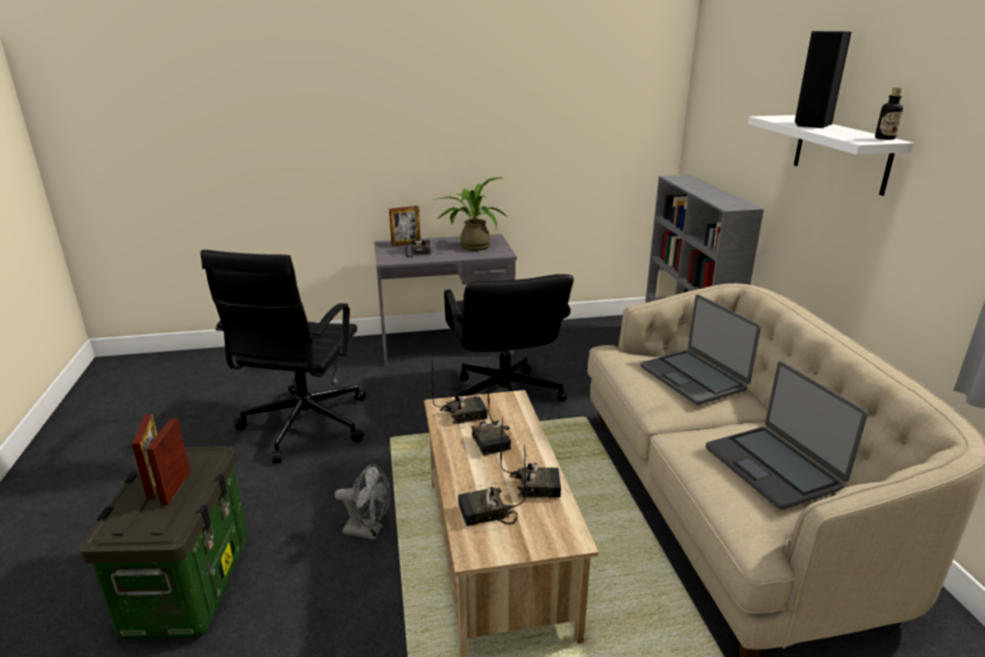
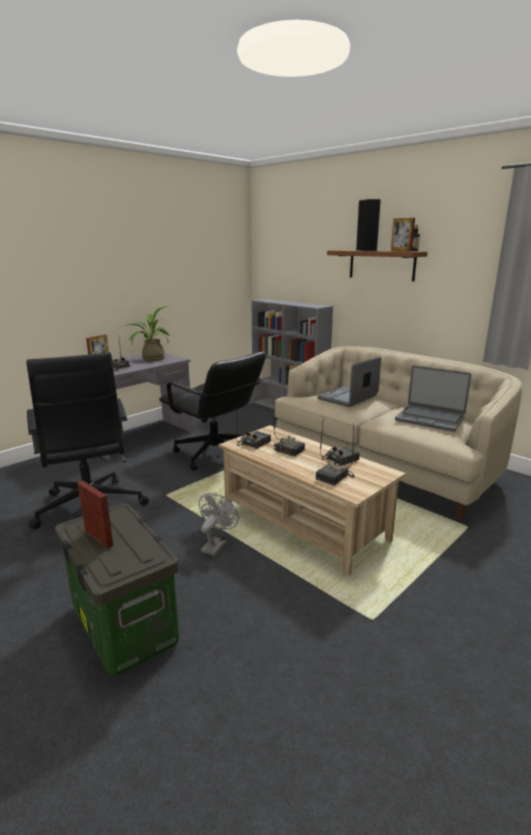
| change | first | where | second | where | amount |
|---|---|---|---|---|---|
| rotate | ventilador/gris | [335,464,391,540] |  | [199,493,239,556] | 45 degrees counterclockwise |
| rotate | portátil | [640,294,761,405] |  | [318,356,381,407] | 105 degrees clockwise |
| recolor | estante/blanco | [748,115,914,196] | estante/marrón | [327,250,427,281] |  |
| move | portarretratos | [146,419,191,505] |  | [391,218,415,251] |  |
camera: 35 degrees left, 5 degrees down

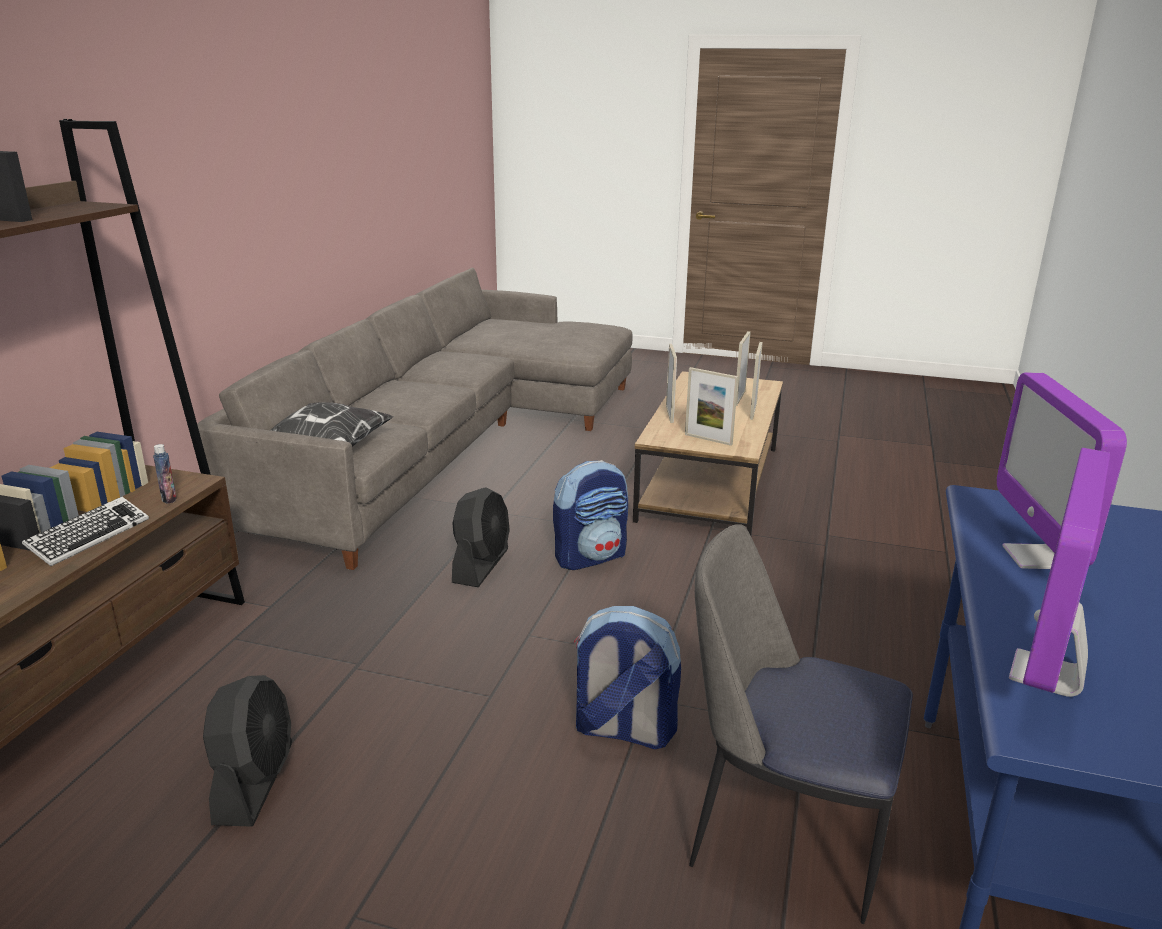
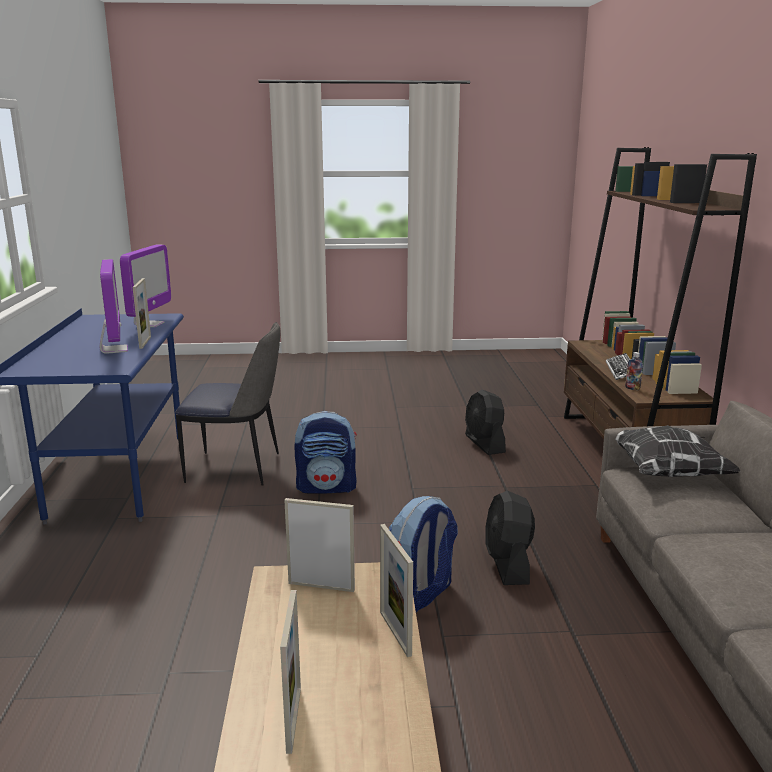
| change | first | where | second | where | amount |
|---|---|---|---|---|---|
| move | portarretratos | [750,342,763,420] |  | [133,278,151,349] |  |
camera: 160 degrees right, 5 degrees down

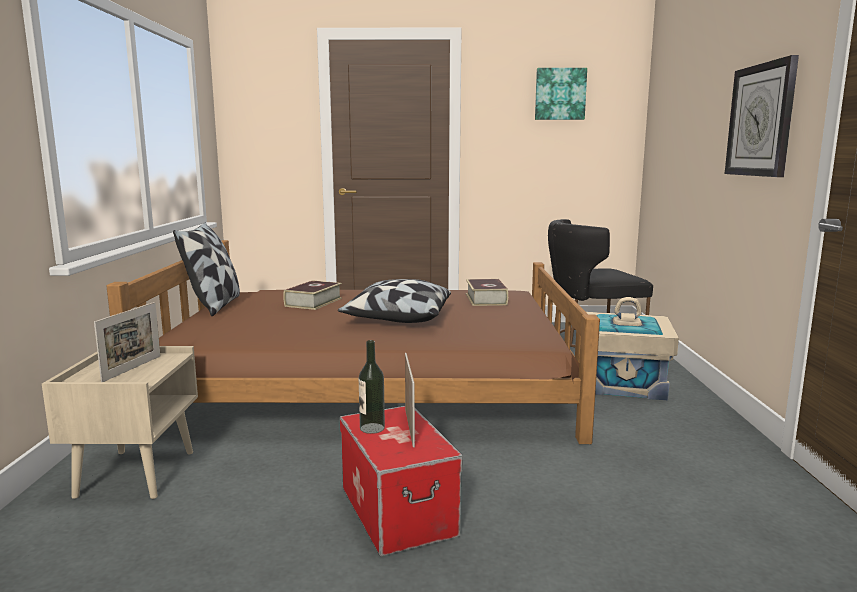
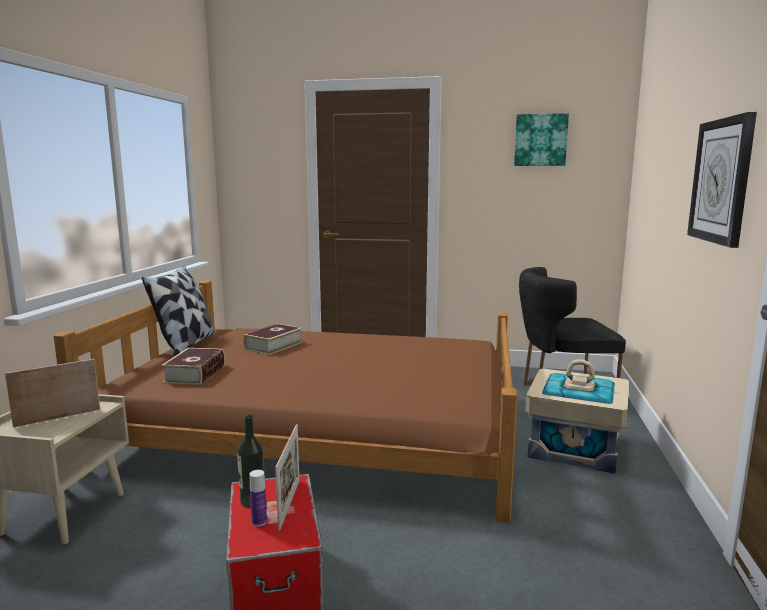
| change | first | where | second | where | amount |
|---|---|---|---|---|---|
| rotate | portarretratos | [94,302,161,382] |  | [5,359,100,428] | 150 degrees counterclockwise |
| move | libro | [466,279,508,306] |  | [161,348,225,385] |  |
| insert |  |  | botella | [249,470,267,527] |  |
| delete | cojín | [338,279,451,323] |  |  |  |
camera: 10 degrees right, 0 degrees up

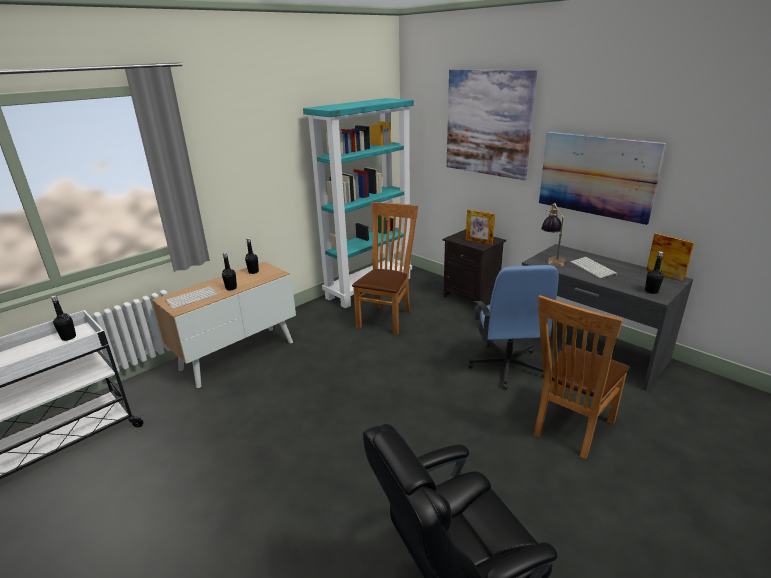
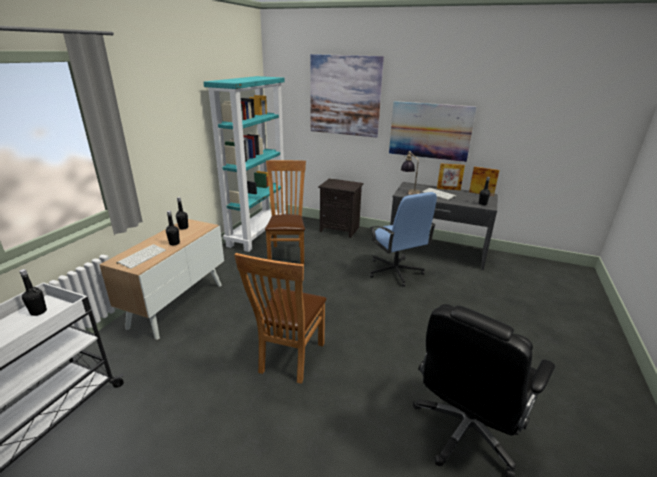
| change | first | where | second | where | amount |
|---|---|---|---|---|---|
| move | silla/marrón | [533,295,630,459] |  | [234,253,326,384] |  |
| move | portarretratos | [466,210,495,245] |  | [437,163,465,190] |  |
camera: 25 degrees left, 0 degrees up

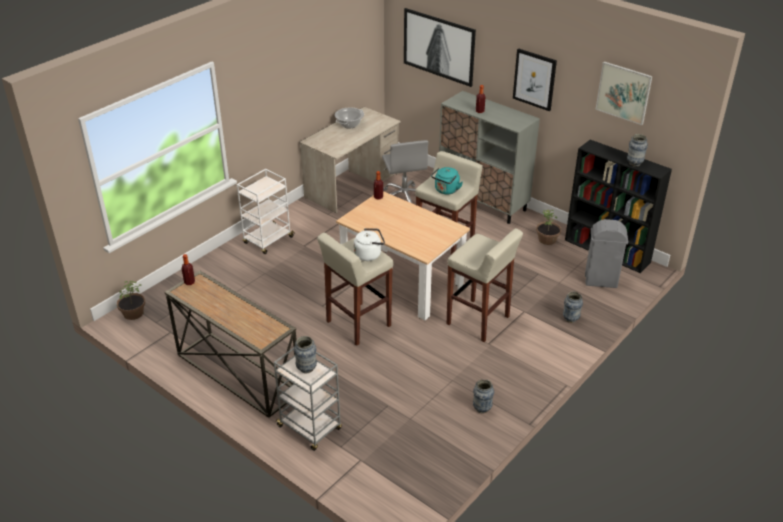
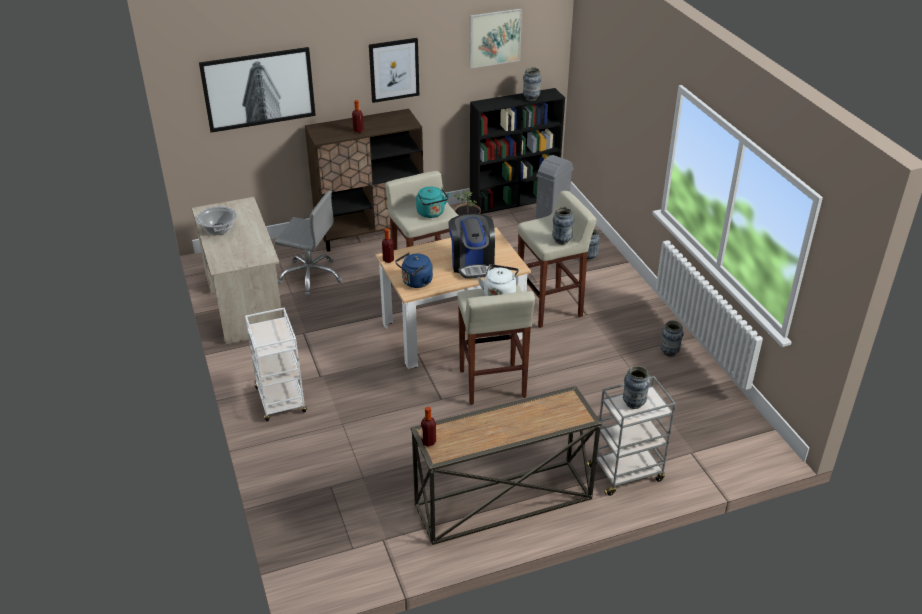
| change | first | where | second | where | amount |
|---|---|---|---|---|---|
| recolor | armario/gris | [439,91,540,224] | armario/marrón | [305,109,423,252] |  |
| insert |  |  | hervidor/azul | [395,252,433,288] |  |
| insert |  |  | cafetera | [448,214,495,279] |  |
| insert |  |  | florero | [552,207,574,245] |  |
| delete | planta en maceta | [117,281,145,320] |  |  |  |
camera: 60 degrees left, 0 degrees up

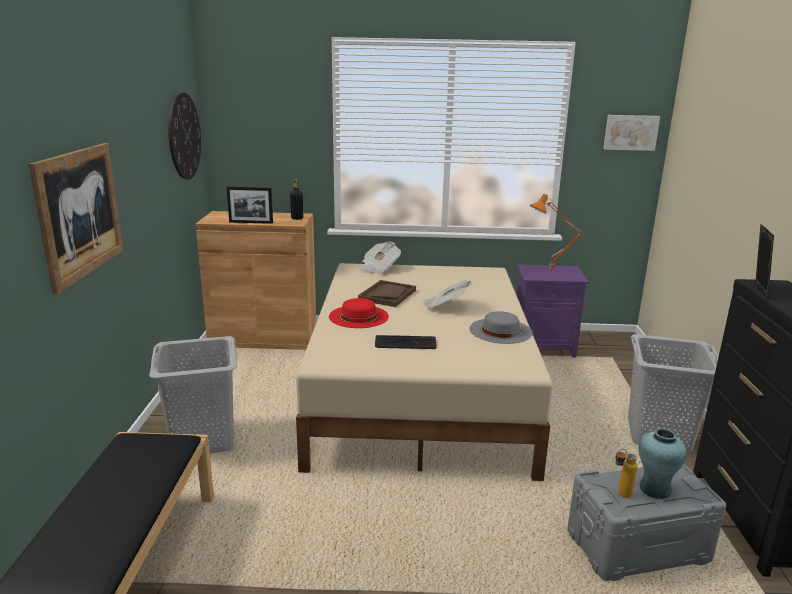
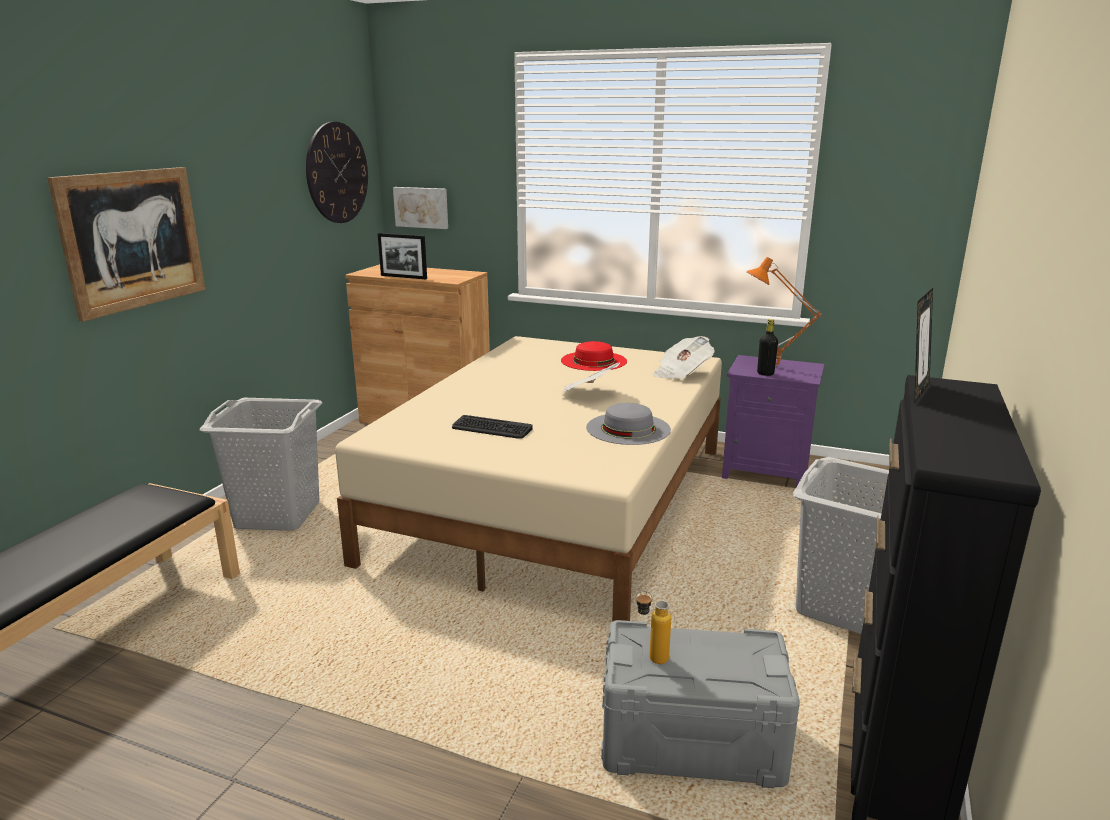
| change | first | where | second | where | amount |
|---|---|---|---|---|---|
| move | cuadro | [603,115,660,151] |  | [393,187,448,229] |  |
| move | sombrero/rojo | [329,298,389,328] |  | [561,341,627,371] |  |
| move | periódico | [360,241,401,273] |  | [653,336,715,379] |  |
| move | botella/negro | [290,179,303,220] |  | [757,319,778,376] |  |
| delete | bandeja/marrón | [358,280,416,307] |  |  |  |
| delete | florero/turquesa | [638,428,687,499] |  |  |  |
camera: 20 degrees right, 0 degrees up

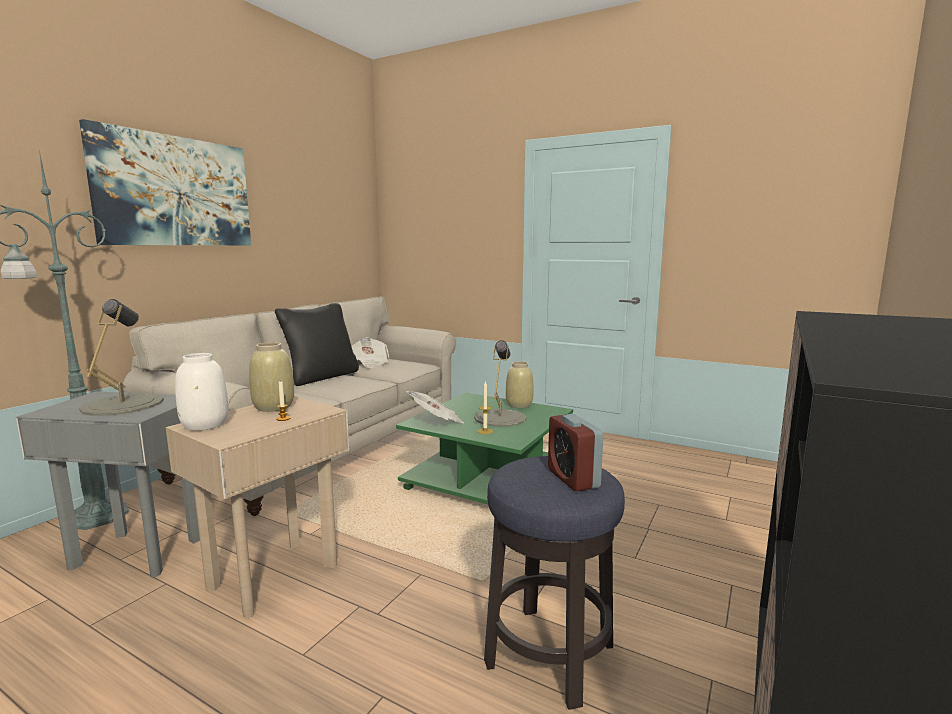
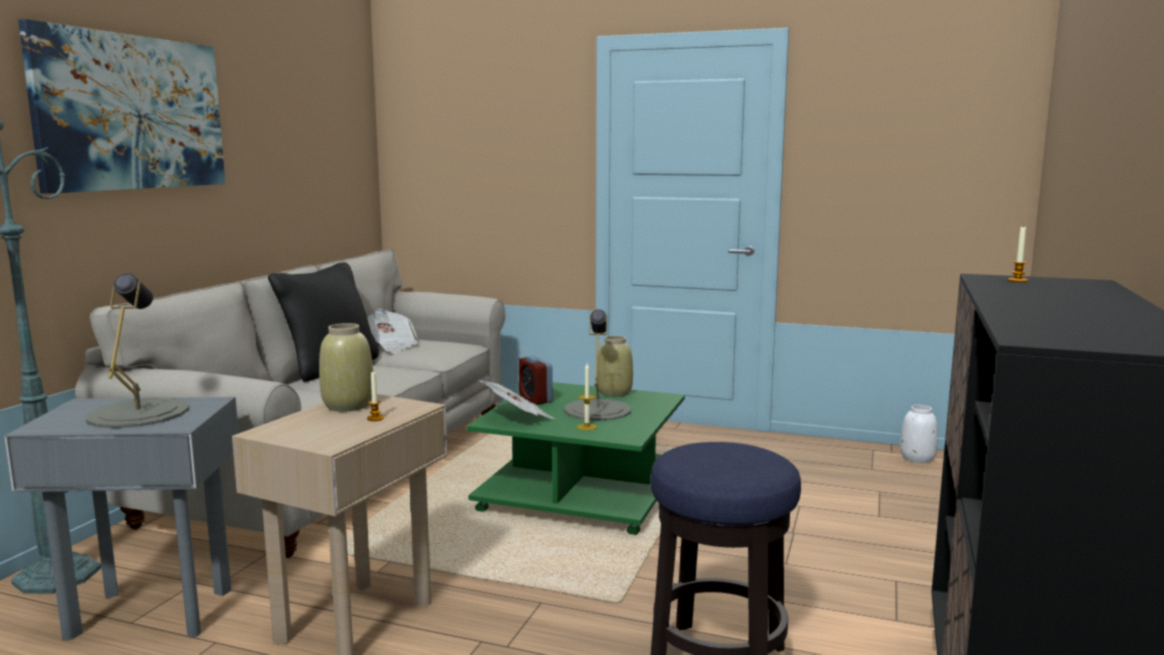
| change | first | where | second | where | amount |
|---|---|---|---|---|---|
| move | despertador | [548,414,603,491] |  | [519,356,553,405] |  |
| move | florero/blanco | [175,353,228,431] |  | [900,405,938,463] |  |
| insert |  |  | vela | [1008,225,1028,282] |  |
camera: 10 degrees left, 0 degrees up

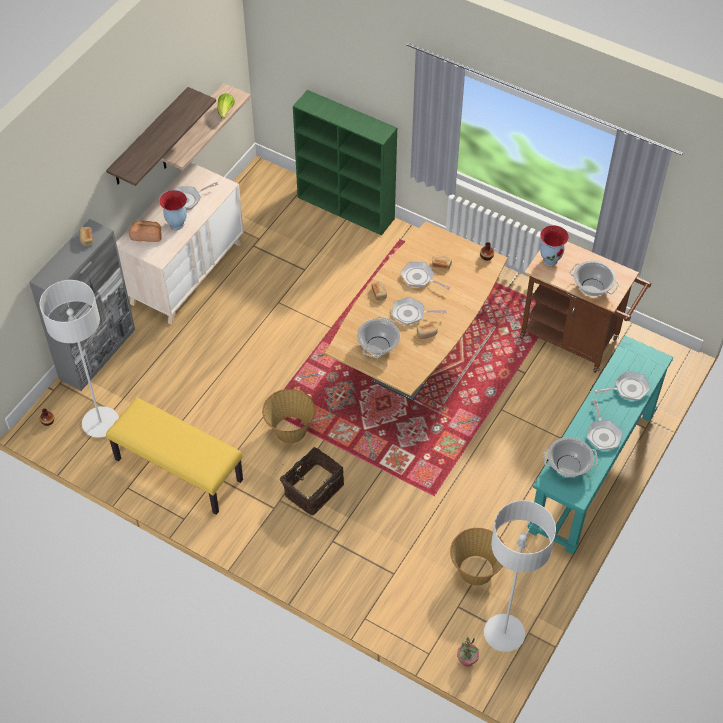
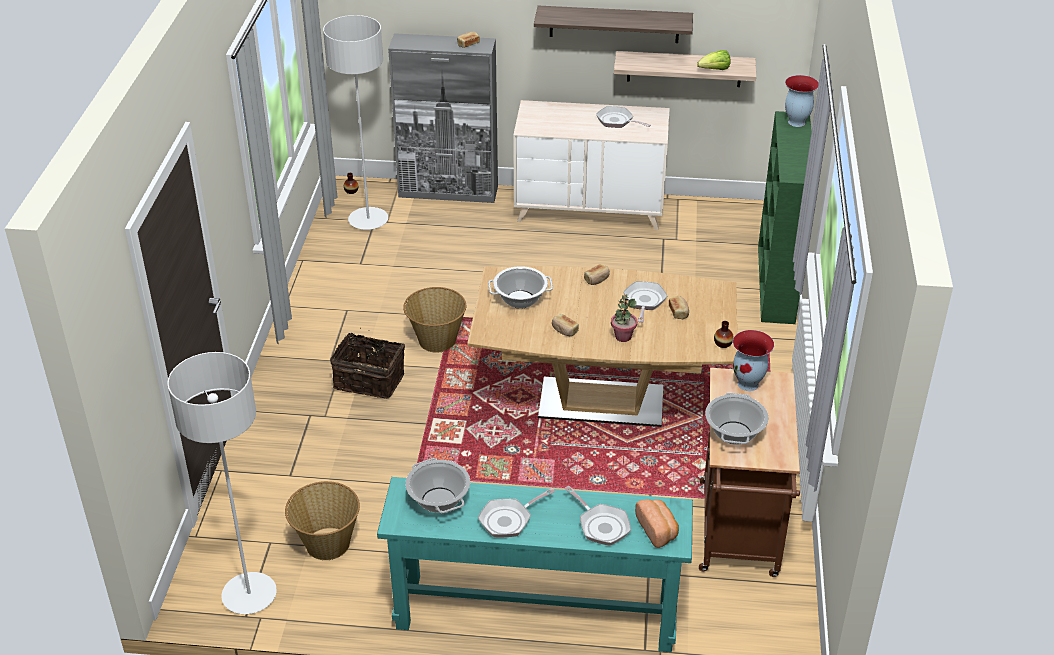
| change | first | where | second | where | amount |
|---|---|---|---|---|---|
| move | planta en maceta | [457,637,479,667] |  | [611,294,637,342] |  |
| move | pan | [129,221,162,242] |  | [635,499,679,548] |  |
| move | florero | [159,190,187,230] |  | [785,75,819,127] |  |
| delete | banco/amarillo | [106,397,243,515] |  |  |  |
| delete | sartén | [392,297,447,325] |  |  |  |
camera: 65 degrees right, 15 degrees down

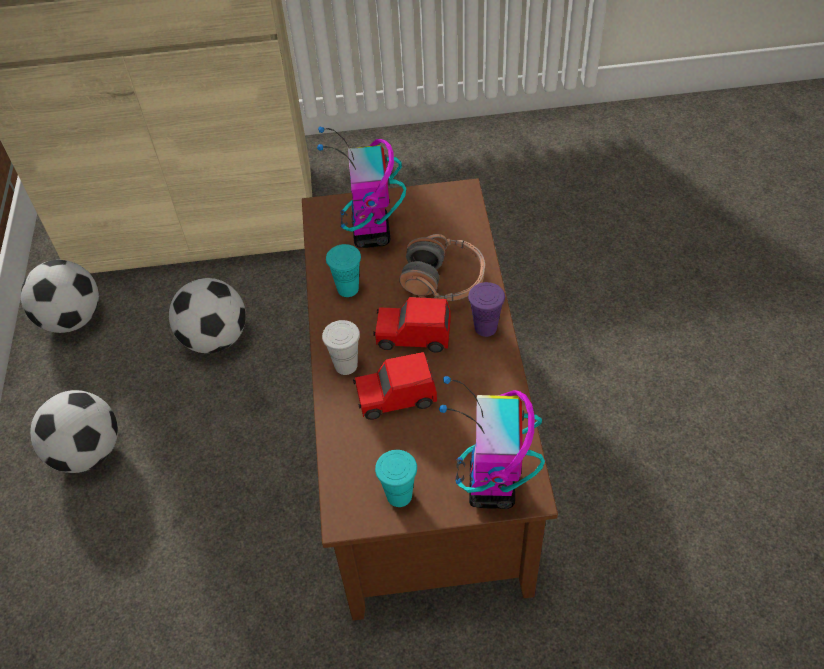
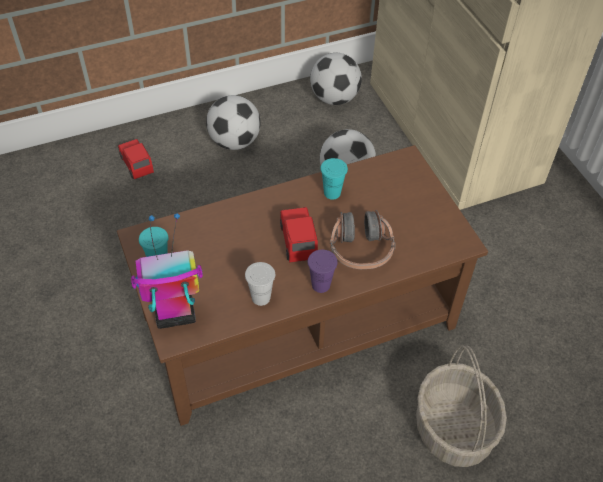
| change | first | where | second | where | amount |
|---|---|---|---|---|---|
| move | coche de juguete/rojo | [353,352,437,420] |  | [118,139,154,179] |  |
| move | taza/blanco | [322,320,360,375] |  | [245,262,275,306] |  |
| insert |  |  | cesta | [416,346,507,467] |  |
| delete | robot de juguete | [317,127,407,248] |  |  |  |
camera: 70 degrees right, 0 degrees up

